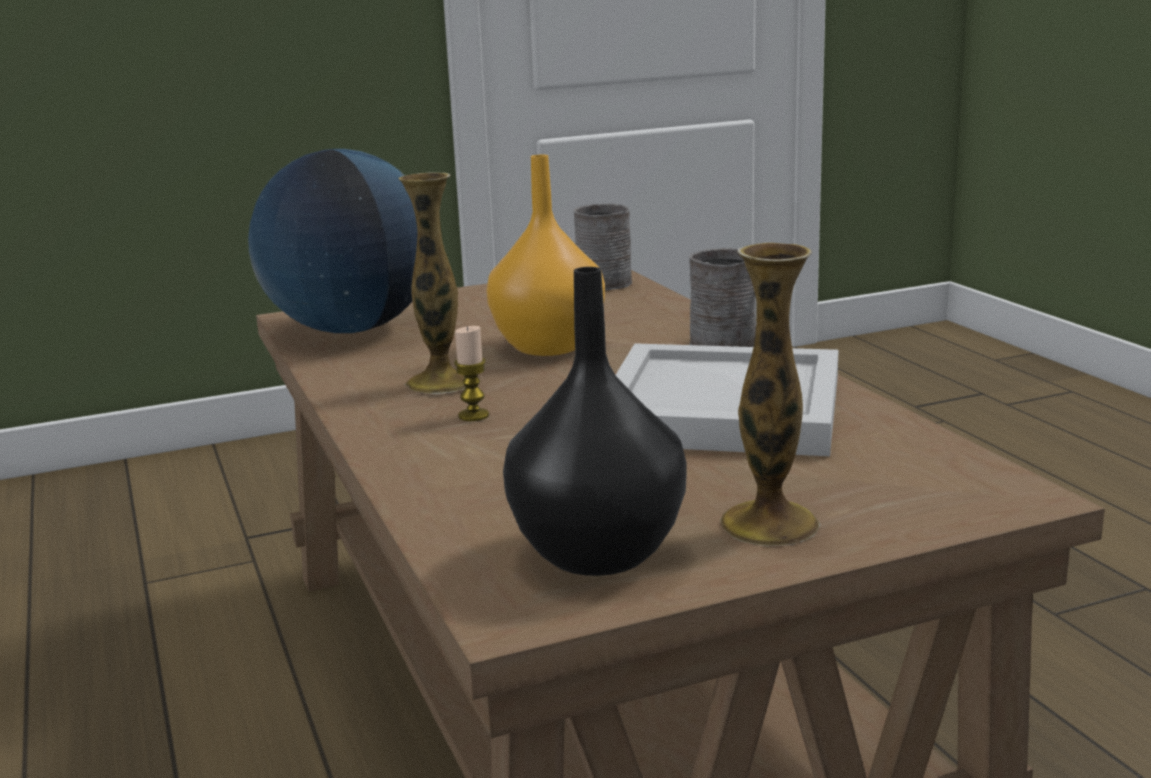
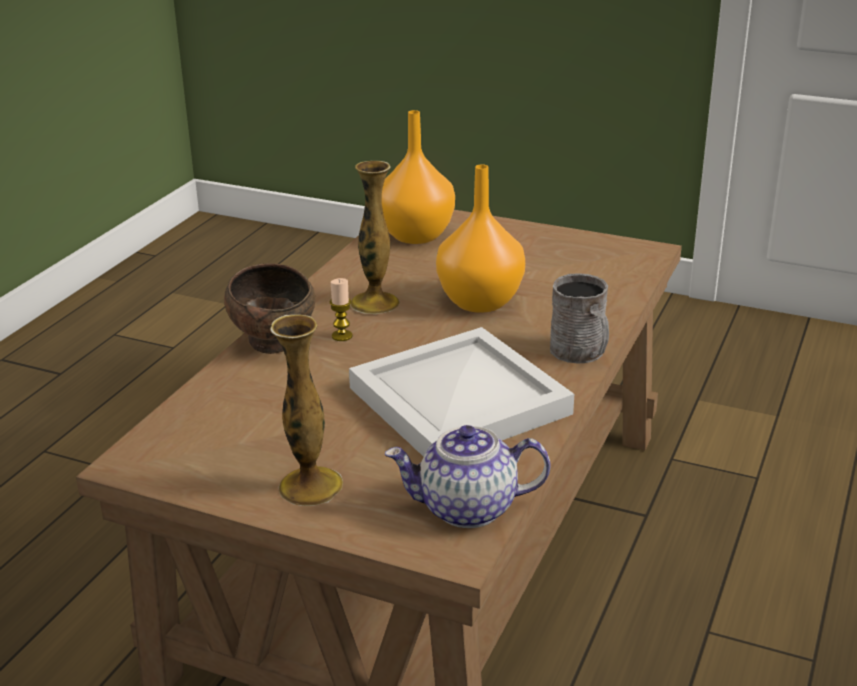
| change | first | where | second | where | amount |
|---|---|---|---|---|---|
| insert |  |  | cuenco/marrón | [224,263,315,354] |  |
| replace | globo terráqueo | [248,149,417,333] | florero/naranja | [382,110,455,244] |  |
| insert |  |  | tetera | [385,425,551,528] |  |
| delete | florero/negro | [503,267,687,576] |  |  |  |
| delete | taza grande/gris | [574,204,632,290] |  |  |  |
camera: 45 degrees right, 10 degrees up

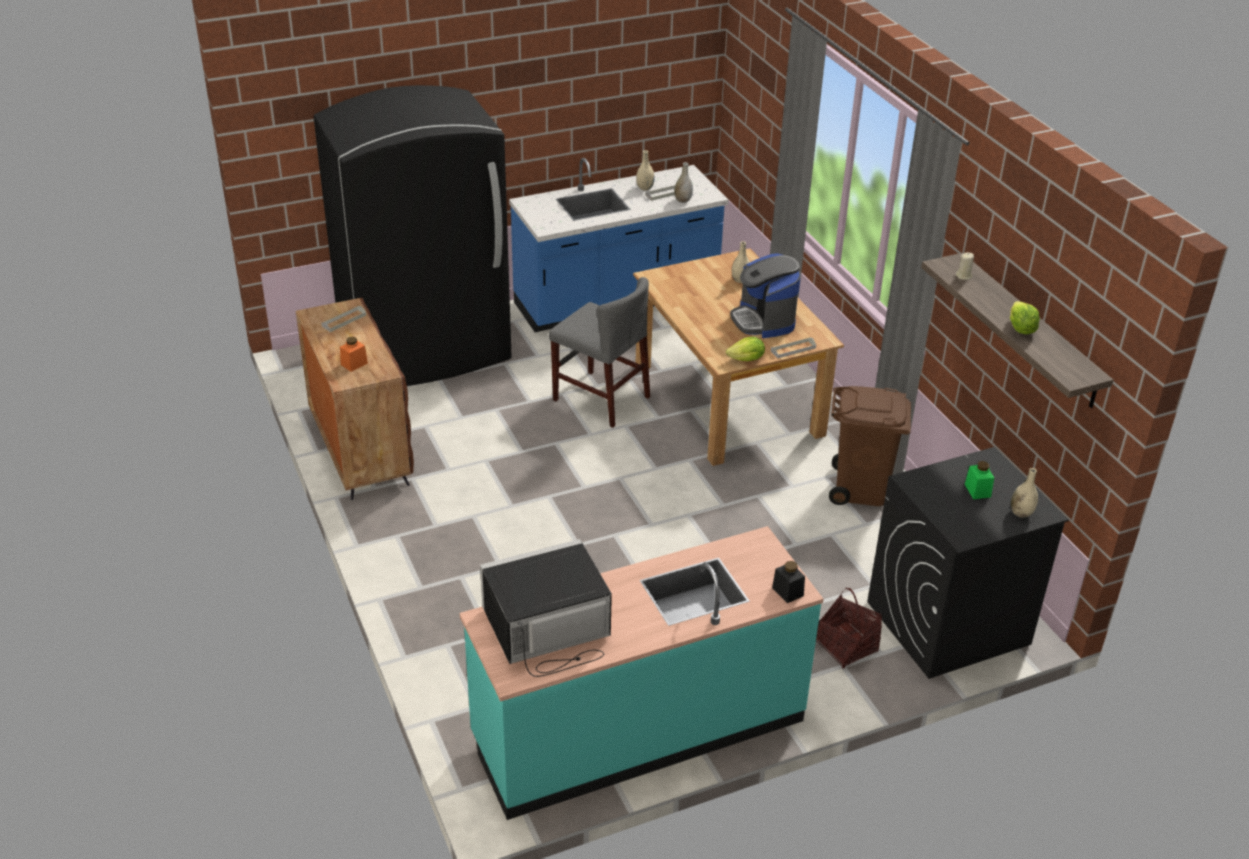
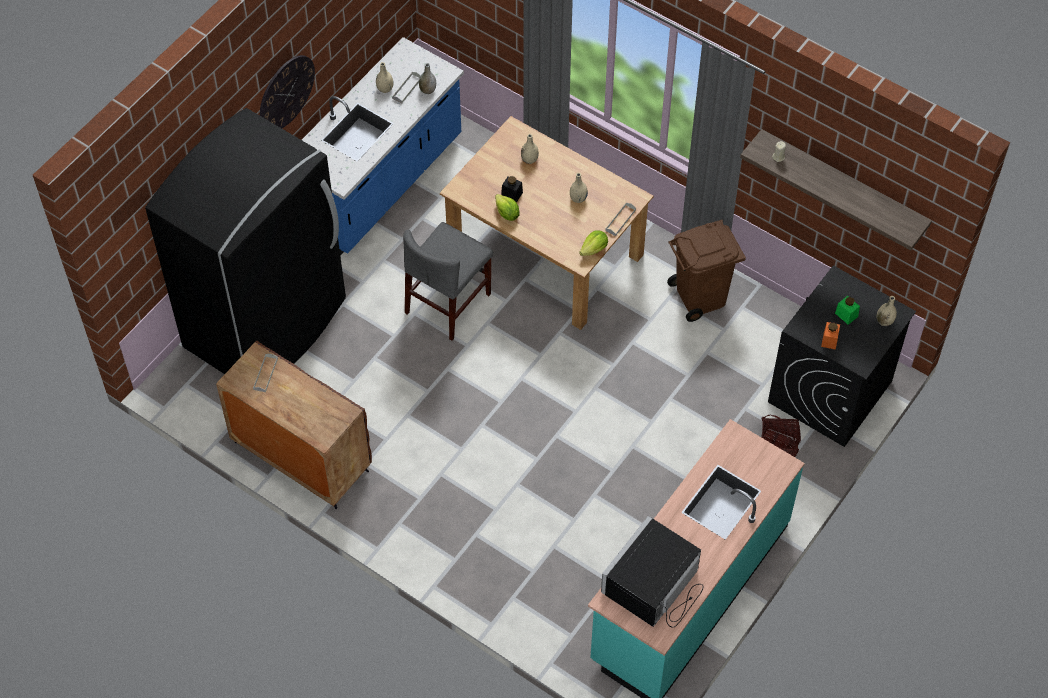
| change | first | where | second | where | amount |
|---|---|---|---|---|---|
| insert |  |  | reloj de pared | [260,55,315,128] |  |
| rotate | silla/gris | [549,277,650,428] |  | [403,222,493,341] | 120 degrees clockwise |
| move | lechuga | [1010,301,1040,334] |  | [495,194,520,221] |  |
| move | tarro/negro | [772,561,805,603] |  | [501,176,523,203] |  |
| replace | cafetera | [730,253,801,338] | florero/beis | [570,173,588,203] |  |
| move | tarro/naranja | [340,337,368,372] |  | [821,322,840,350] |  |
camera: 30 degrees left, 20 degrees up

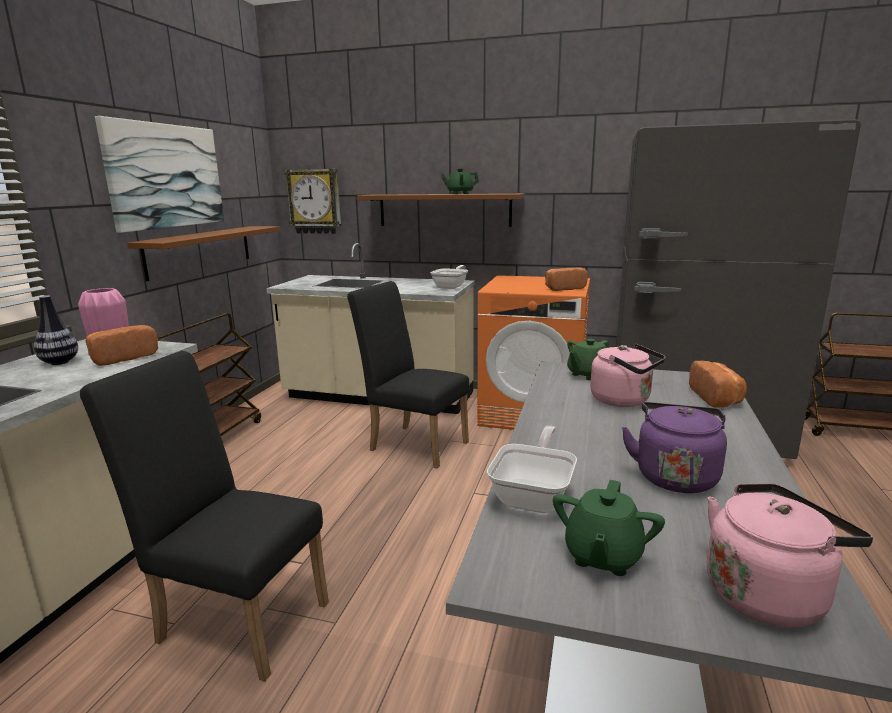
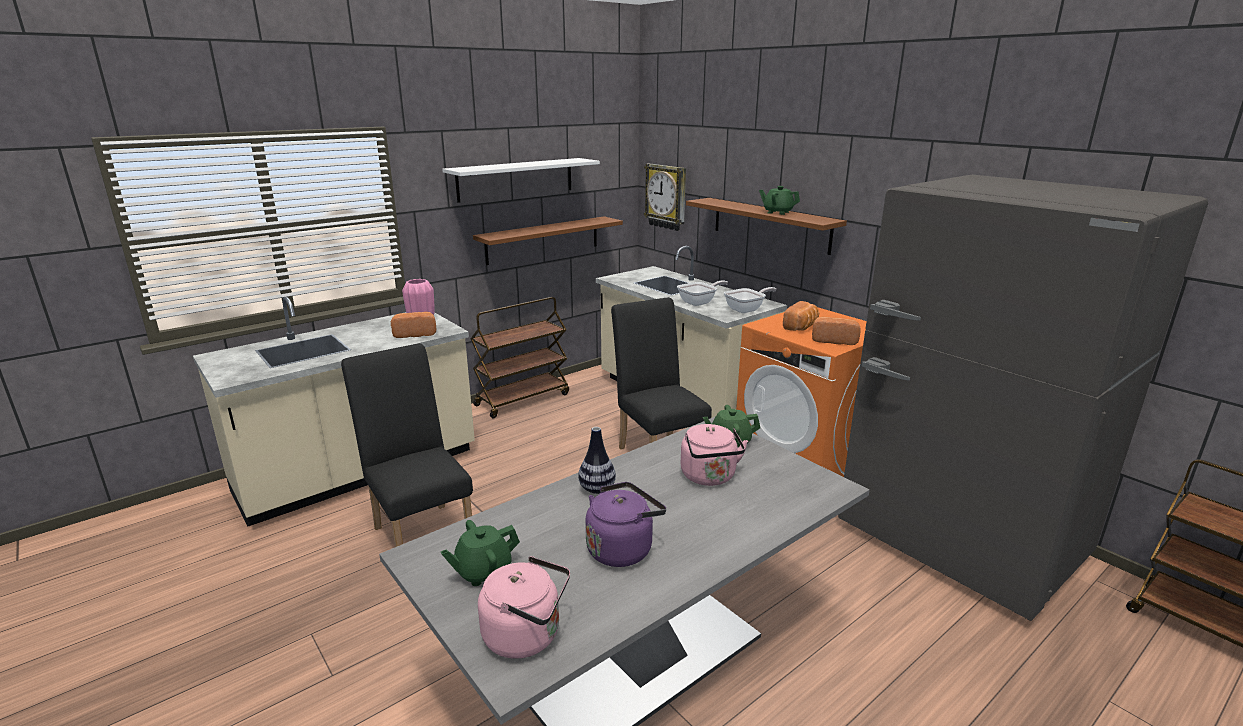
| change | first | where | second | where | amount |
|---|---|---|---|---|---|
| replace | cuadro | [95,116,224,233] | estante/blanco | [442,158,600,203] |  |
| move | florero | [34,295,78,365] |  | [578,427,616,494] |  |
| move | sartén | [487,425,577,513] |  | [677,280,728,306] |  |
| move | pan | [689,361,747,407] |  | [783,301,819,331] |  |
camera: 35 degrees right, 5 degrees up

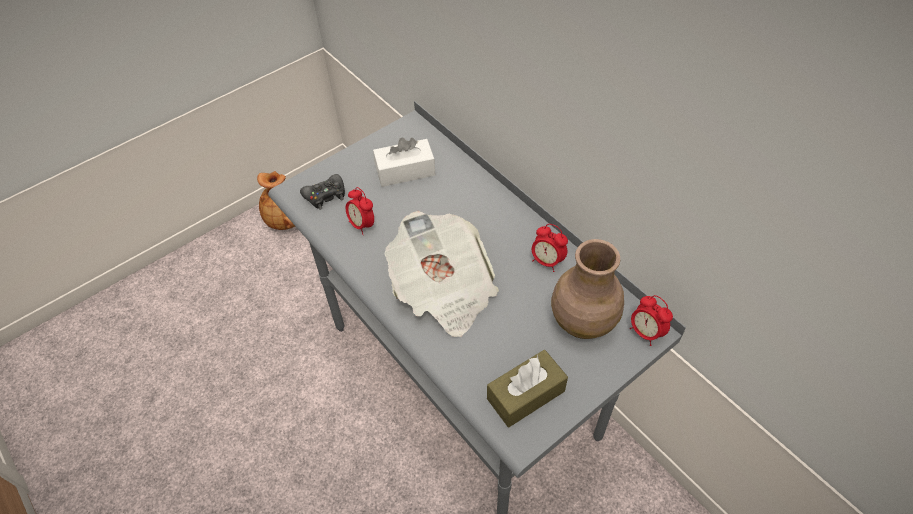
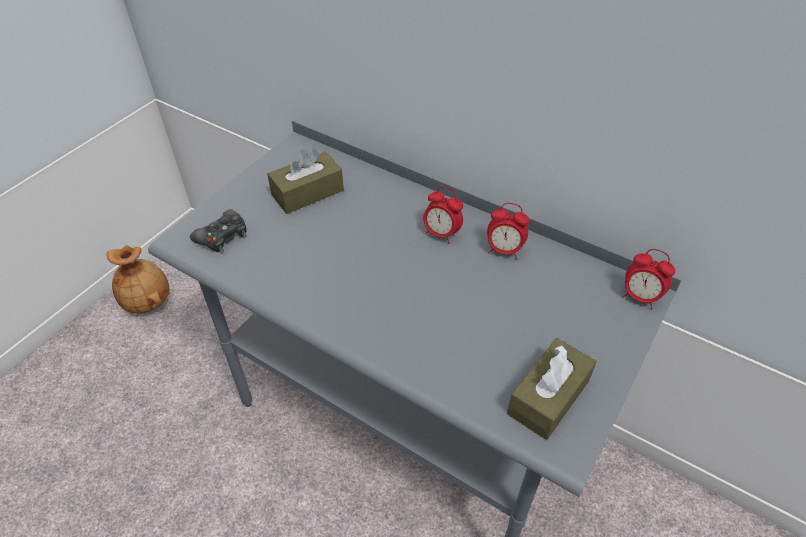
| change | first | where | second | where | amount |
|---|---|---|---|---|---|
| recolor | caja de pañuelos/blanco | [373,138,435,187] | caja de pañuelos/marrón | [267,149,344,214] |  |
| move | despertador | [346,187,374,235] |  | [423,186,463,244] |  |
| delete | periódico | [385,211,499,337] |  |  |  |
| delete | florero/marrón | [551,239,624,339] |  |  |  |
camera: 20 degrees left, 5 degrees down

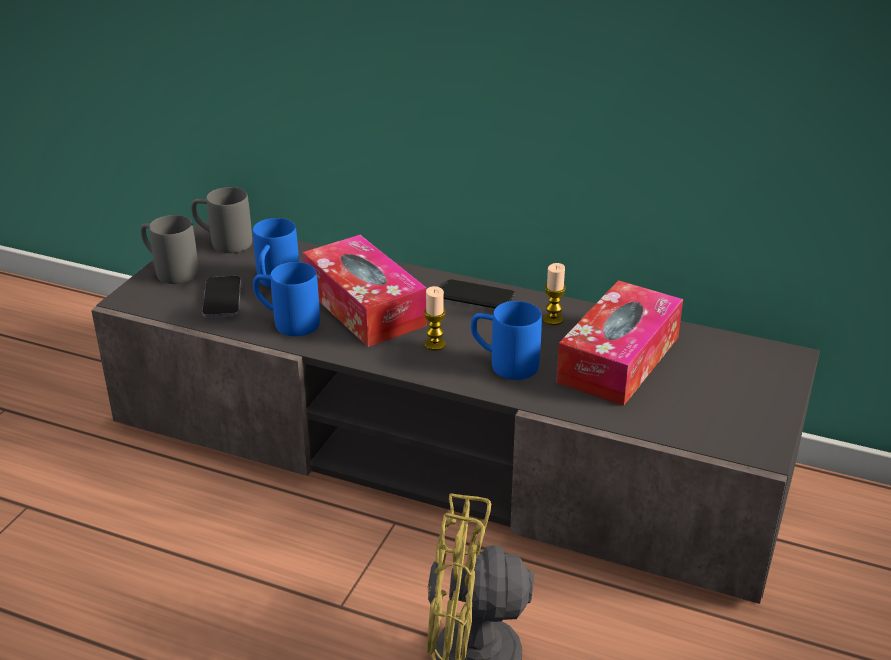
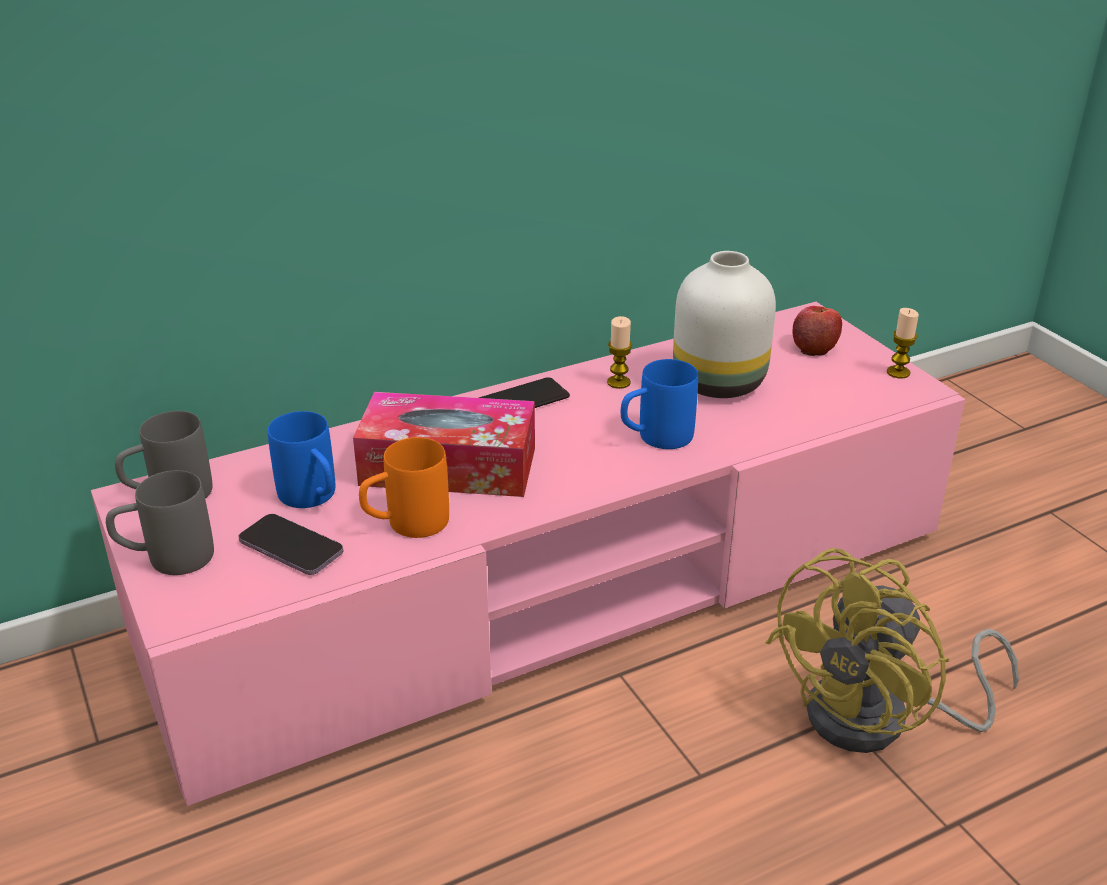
| change | first | where | second | where | amount |
|---|---|---|---|---|---|
| recolor | mueble de televisión/gris | [91,221,820,604] | mueble de televisión/rosa | [91,302,965,806] |  |
| recolor | taza grande/azul | [253,262,320,336] | taza grande/naranja | [359,437,449,538] |  |
| replace | caja de pañuelos | [556,280,683,406] | florero/blanco | [673,251,776,398] |  |
| insert |  |  | manzana | [792,306,842,356] |  |
| move | vela | [424,286,446,351] |  | [887,308,919,378] |  |
camera: 50 degrees left, 0 degrees up

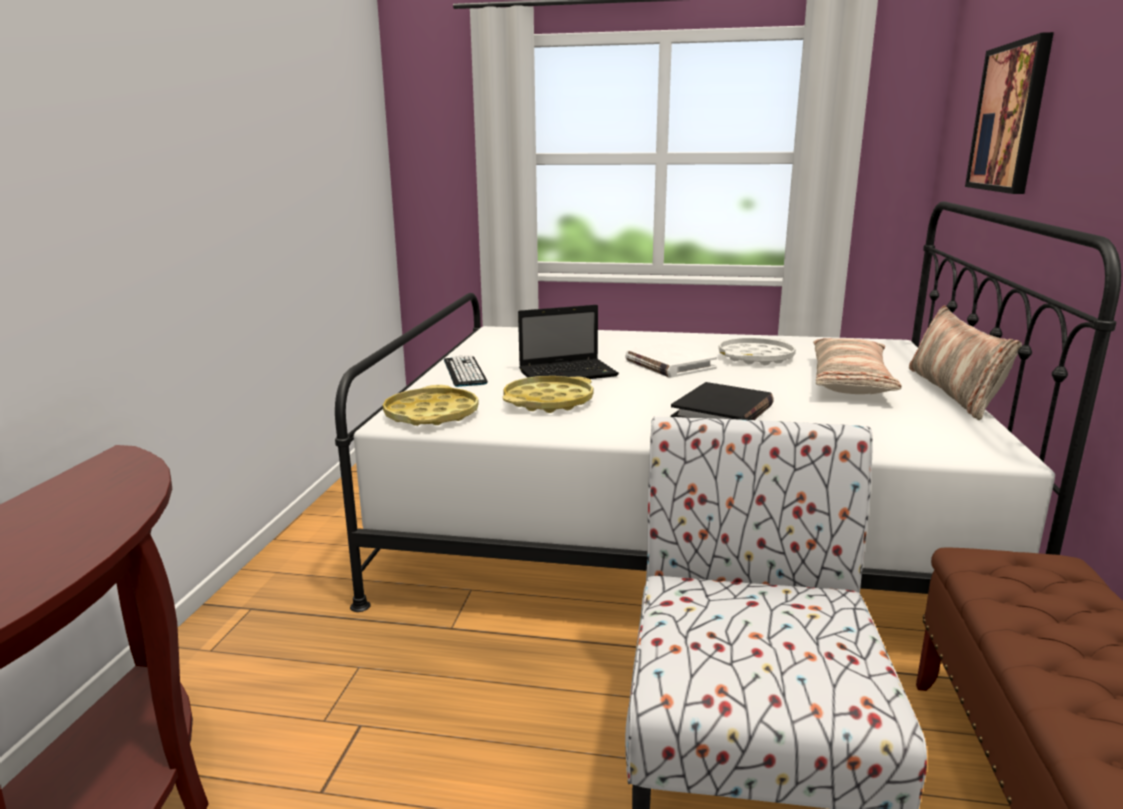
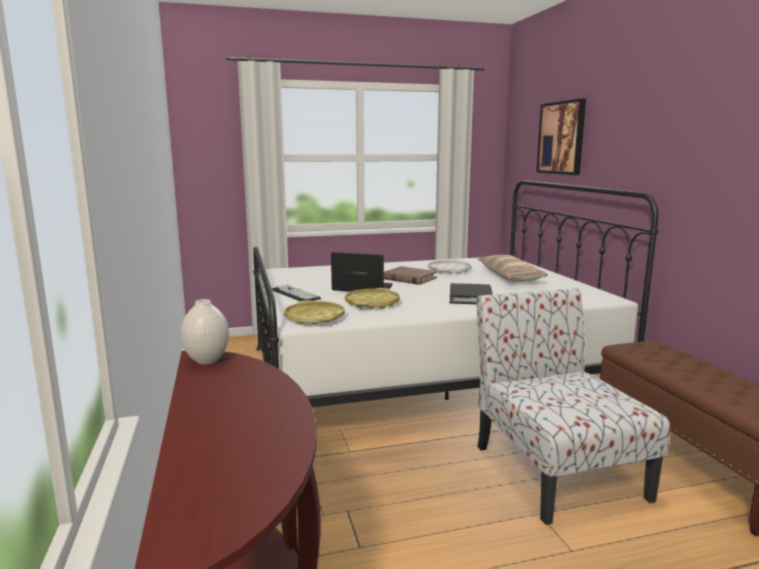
| change | first | where | second | where | amount |
|---|---|---|---|---|---|
| insert |  |  | florero/blanco | [181,299,229,365] |  |
| rotate | portátil | [518,305,619,379] |  | [331,252,393,292] | 120 degrees counterclockwise |
| recolor | libro/blanco | [625,342,717,378] | libro/marrón | [384,266,437,285] |  |
| delete | cojín | [909,305,1022,420] |  |  |  |
camera: 25 degrees left, 5 degrees down

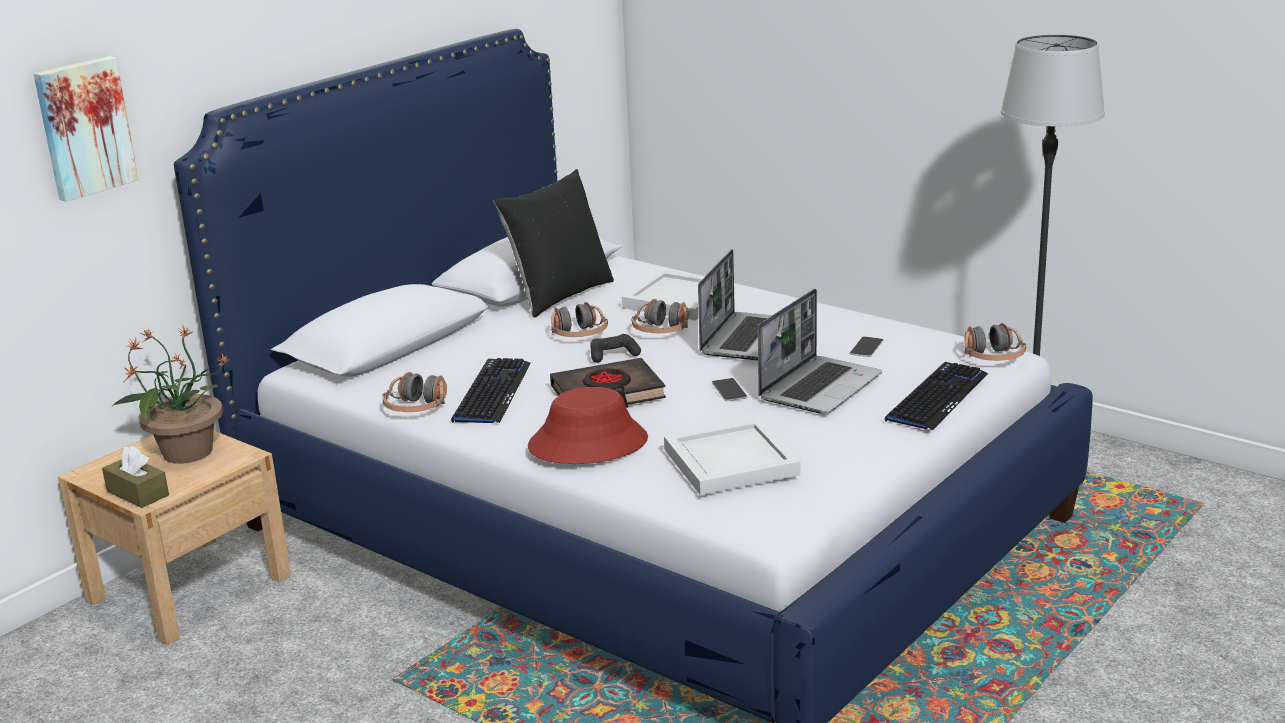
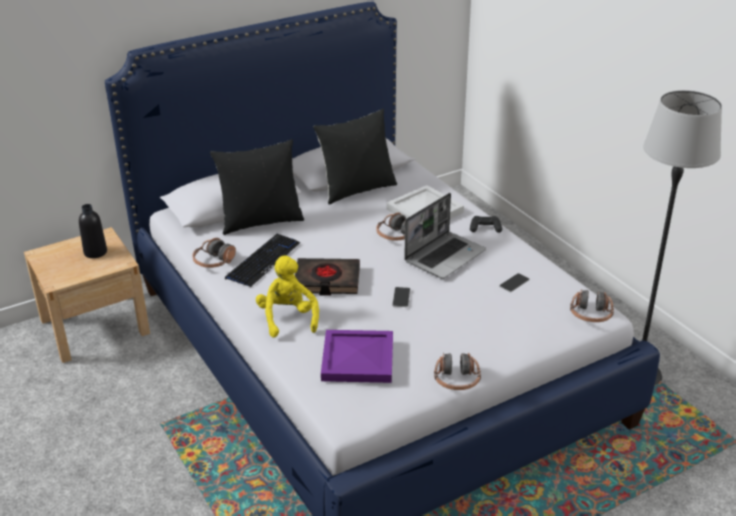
| change | first | where | second | where | amount |
|---|---|---|---|---|---|
| replace | planta en maceta | [113,325,229,464] | botella/negro | [79,204,107,258] |  |
| insert |  |  | cojín/negro | [210,139,304,235] |  |
| replace | sombrero/rojo | [528,387,648,464] | peluche/amarillo | [256,256,319,338] |  |
| recolor | bandeja/blanco | [664,418,801,495] | bandeja/morado | [321,330,393,383] |  |
| move | auriculares | [551,302,608,337] |  | [434,353,481,390] |  |
| move | mando de consola/negro | [591,334,641,363] |  | [470,216,502,233] |  |
| delete | cuadro | [34,56,139,202] |  |  |  |
| delete | caja de pañuelos/marrón | [102,445,169,508] |  |  |  |
| delete | portátil | [758,289,882,414] |  |  |  |
| delete | teclado | [885,362,988,431] |  |  |  |
camera: 20 degrees right, 10 degrees up

